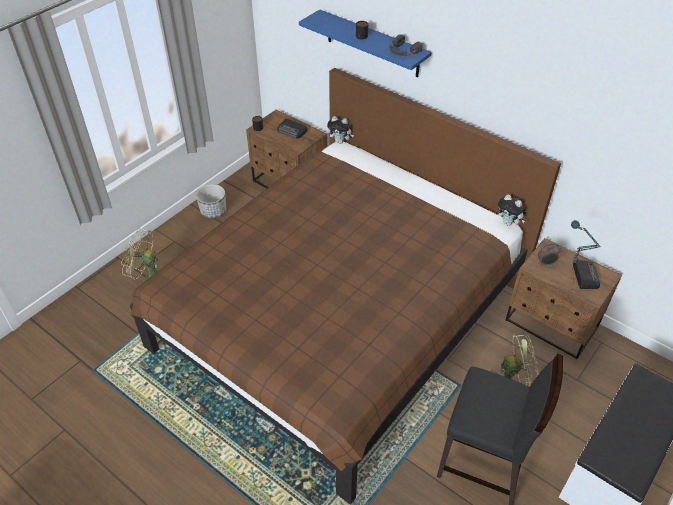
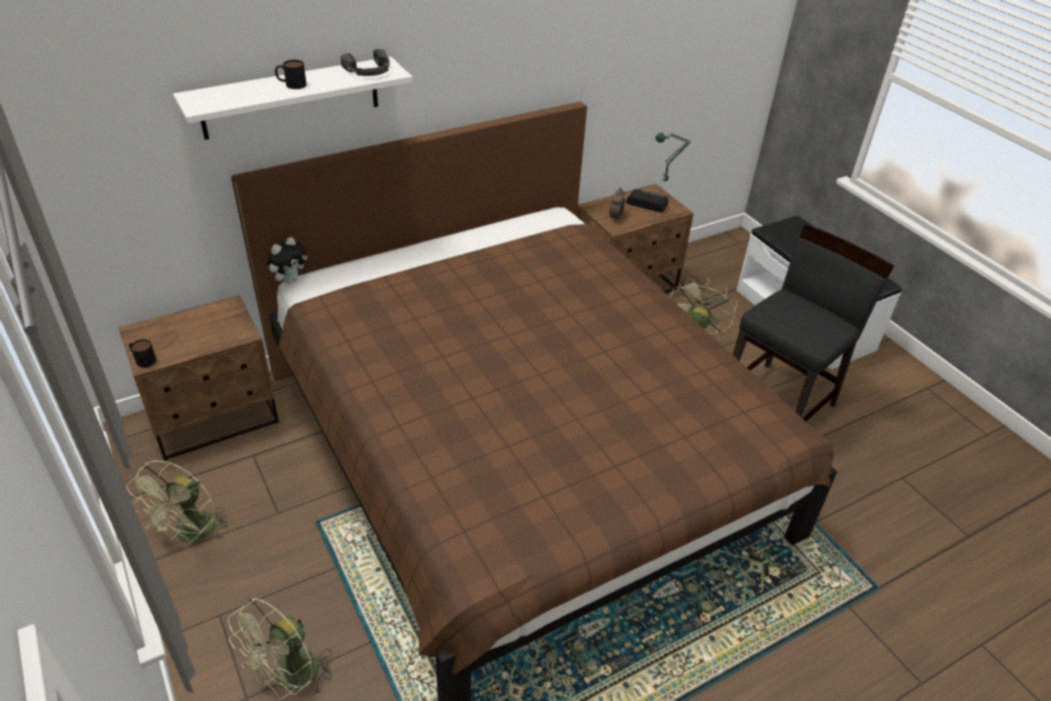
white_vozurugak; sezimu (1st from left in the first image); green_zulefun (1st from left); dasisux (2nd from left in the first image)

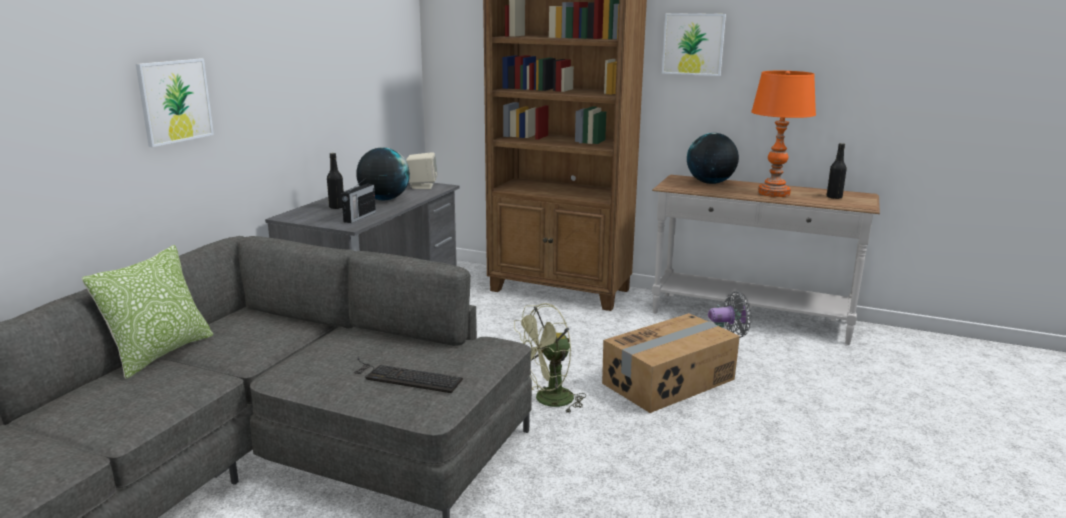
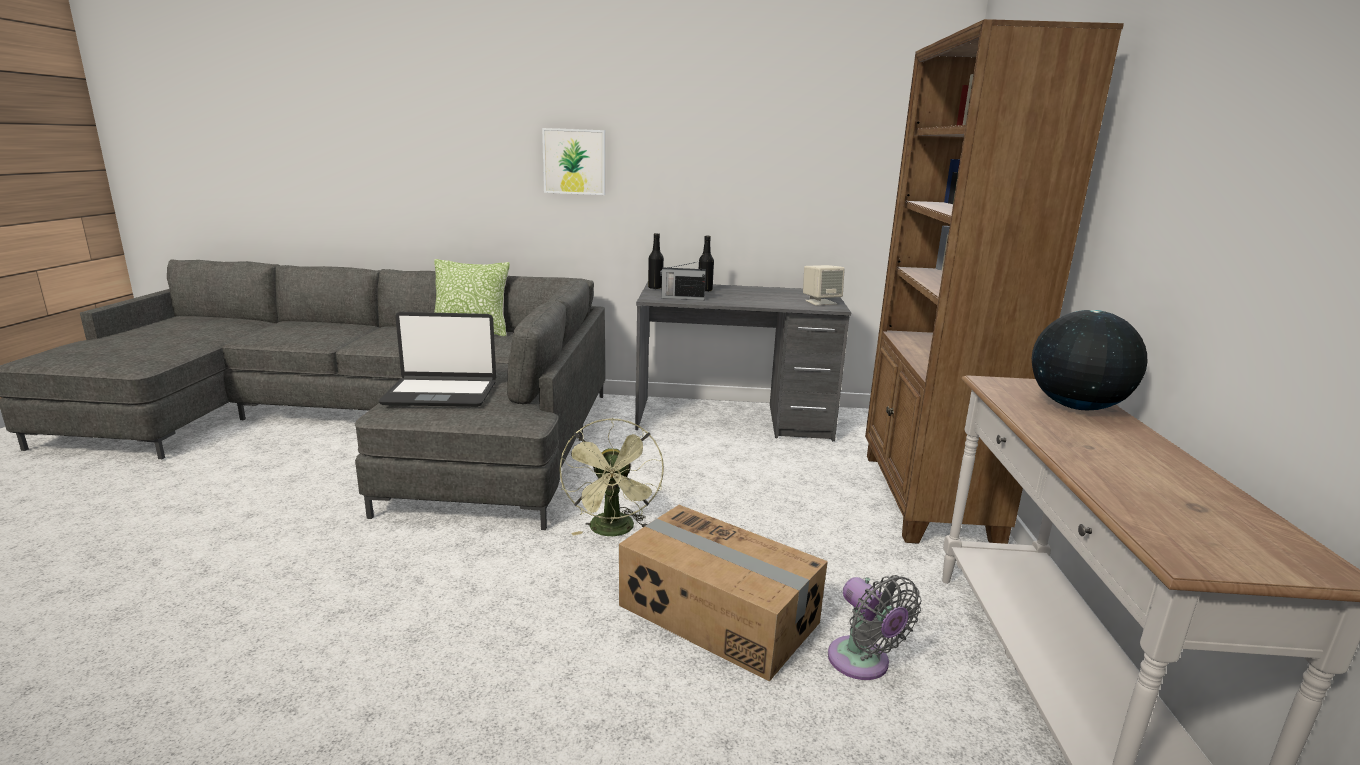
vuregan (2nd from left in the first image); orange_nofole; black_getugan (1st from left); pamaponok (1st from left in the first image); green_zulefun; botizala

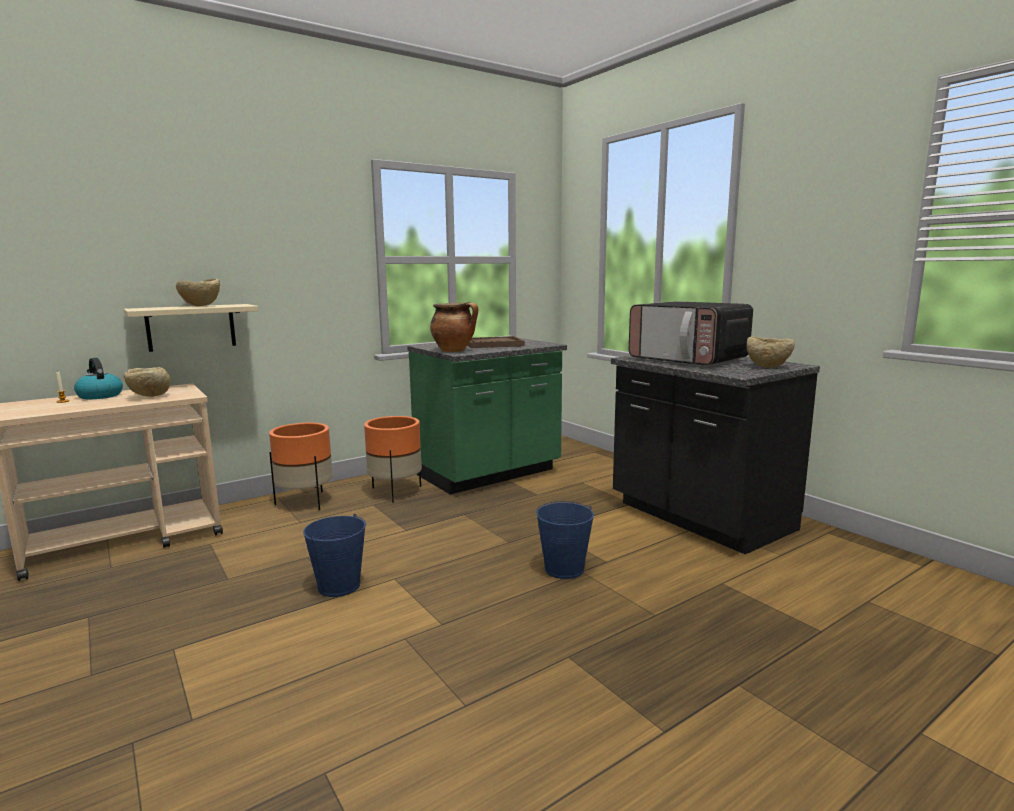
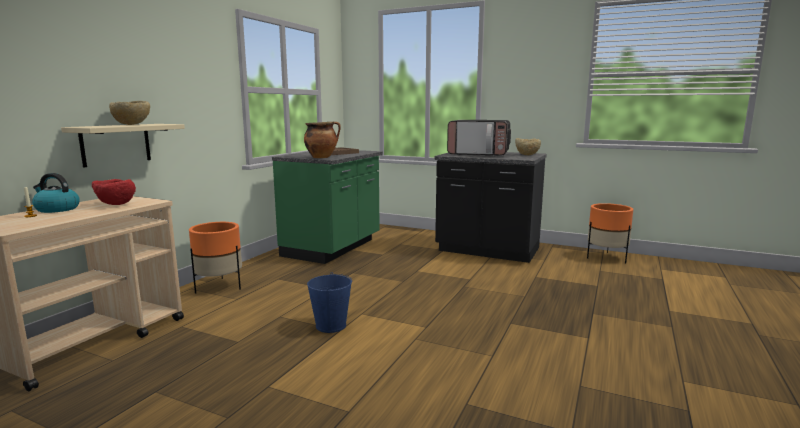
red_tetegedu; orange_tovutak (2nd from left); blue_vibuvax (2nd from left in the first image)

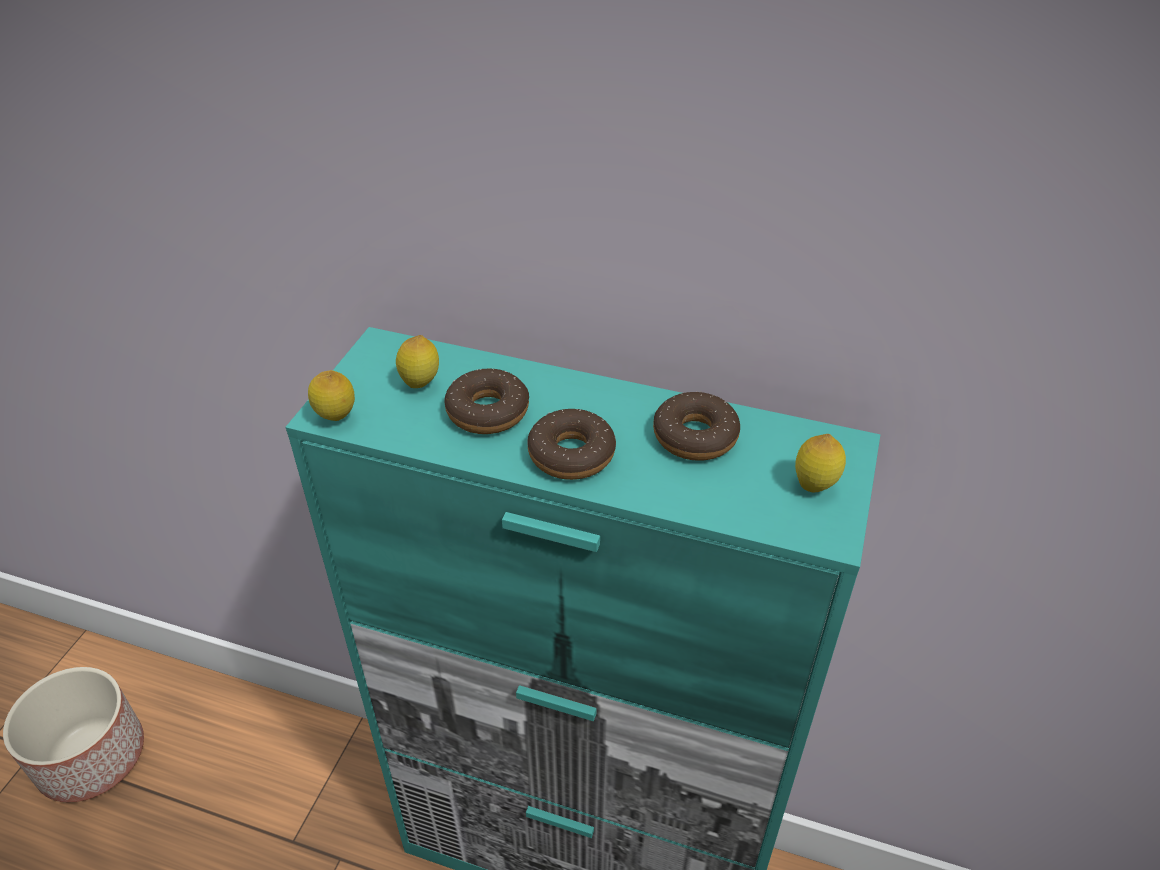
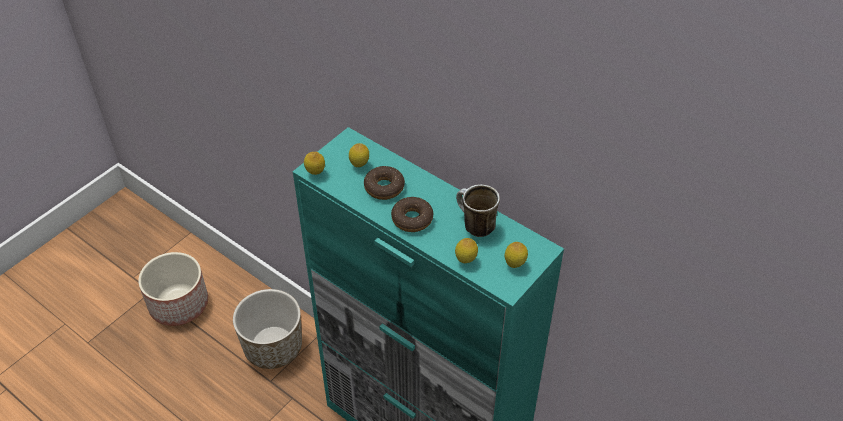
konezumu; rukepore (3rd from left); tovutak (2nd from left)

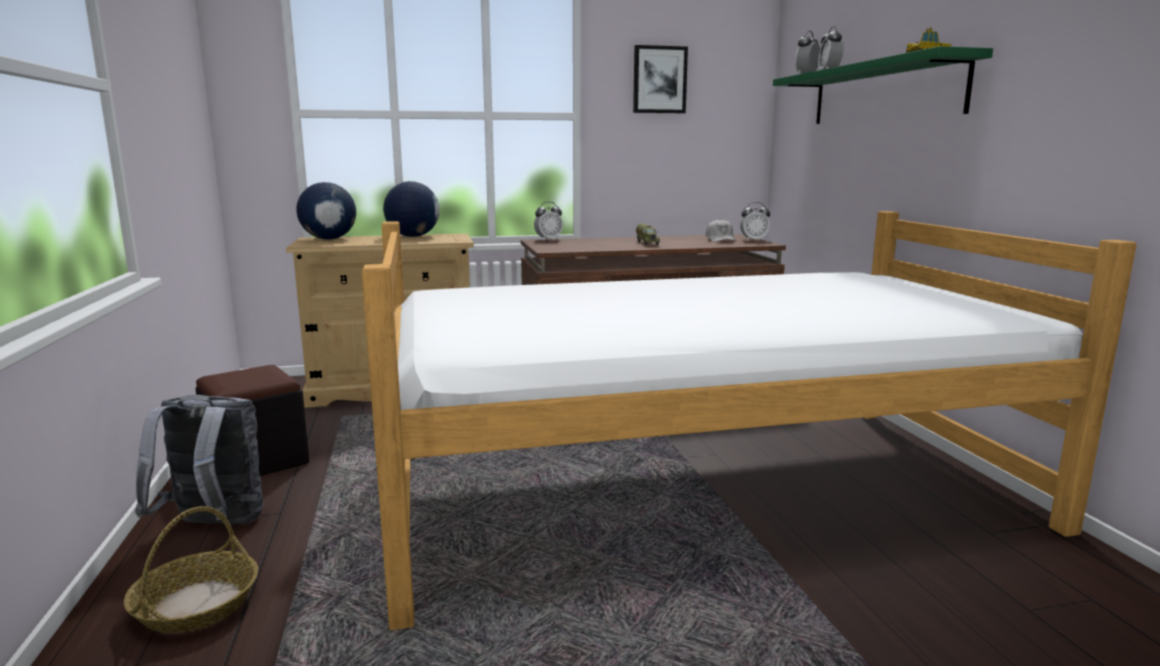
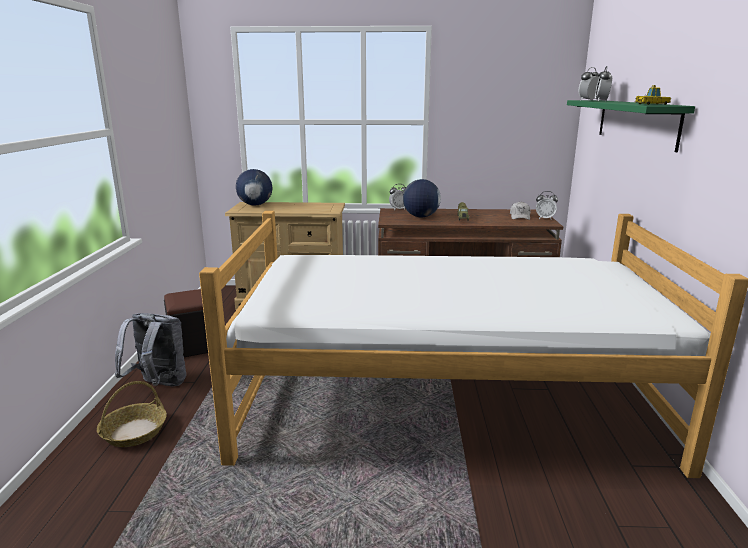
vuregan; pamaponok (2nd from left)

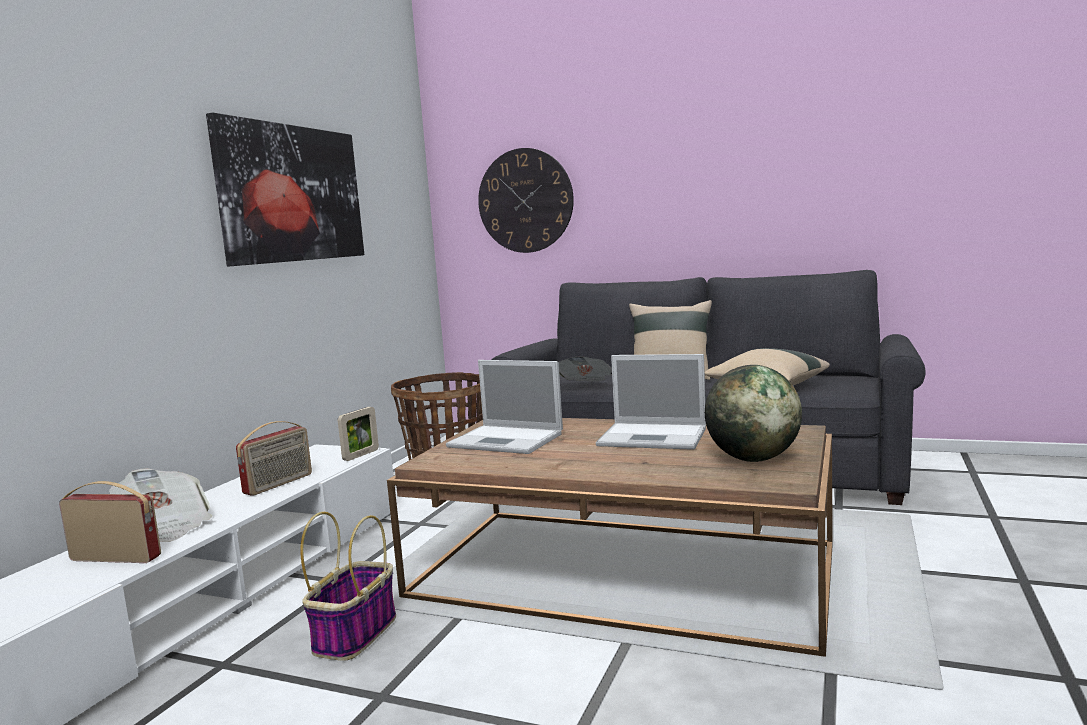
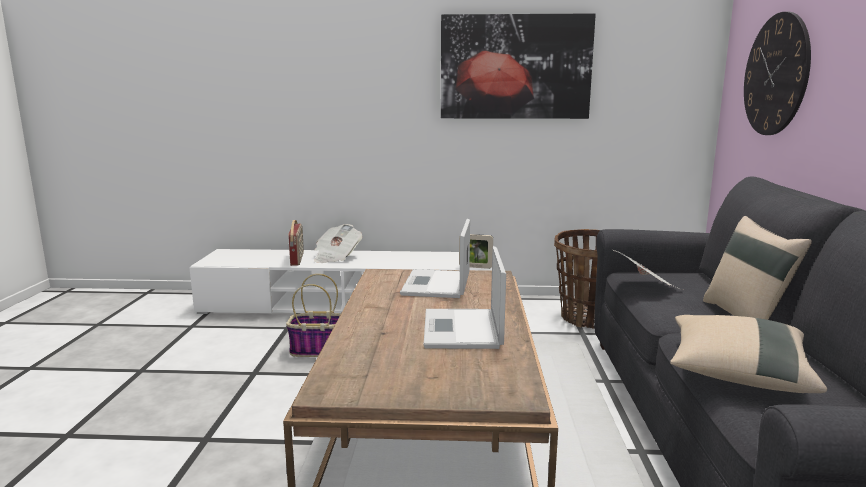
pamaponok; sezimu (2nd from left in the first image)

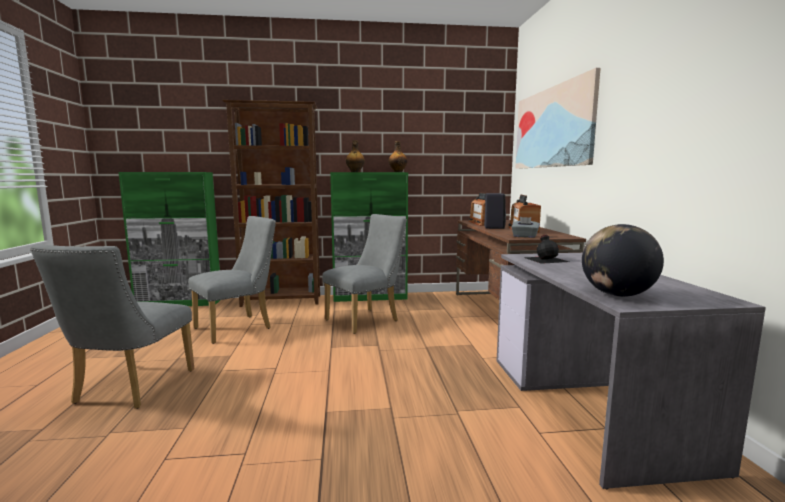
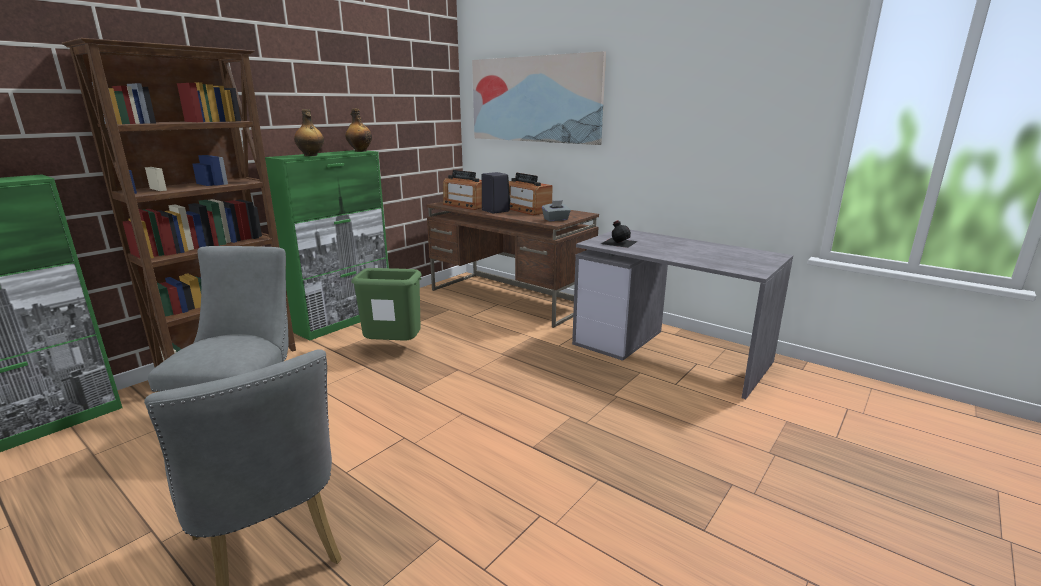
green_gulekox; pamaponok

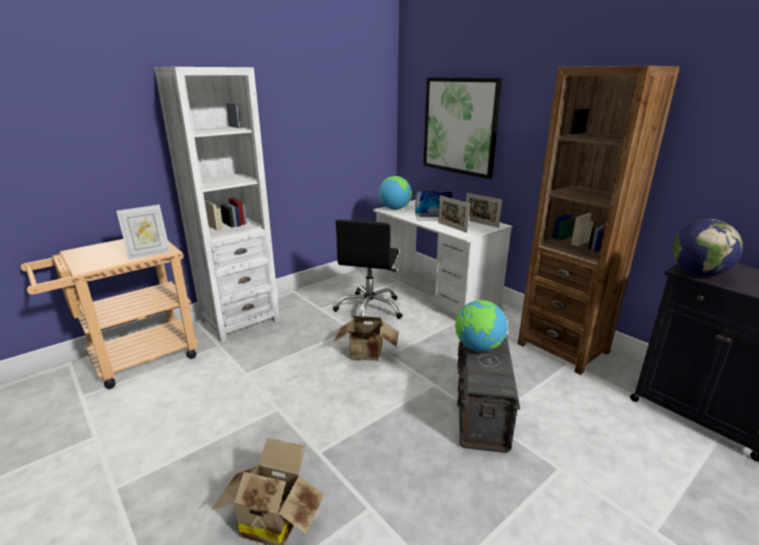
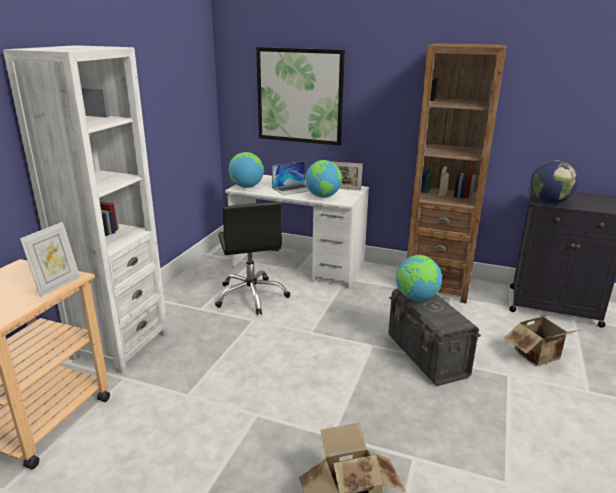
pamaponok (2nd from left); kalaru (2nd from left)

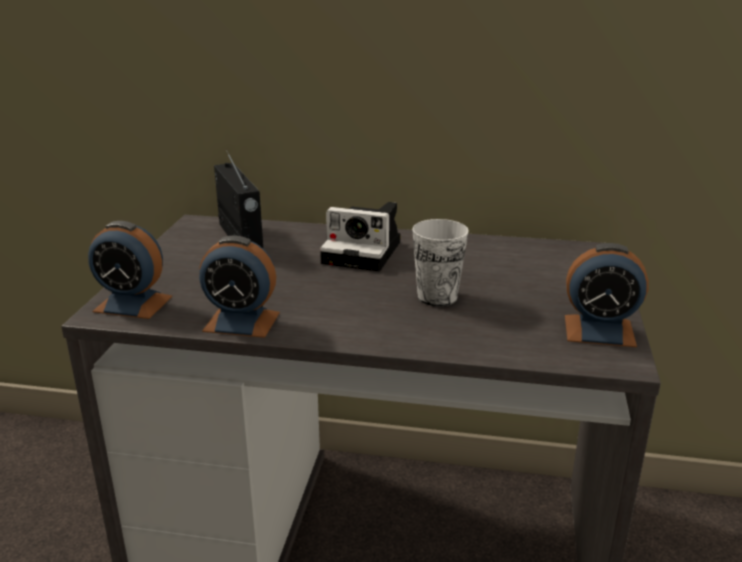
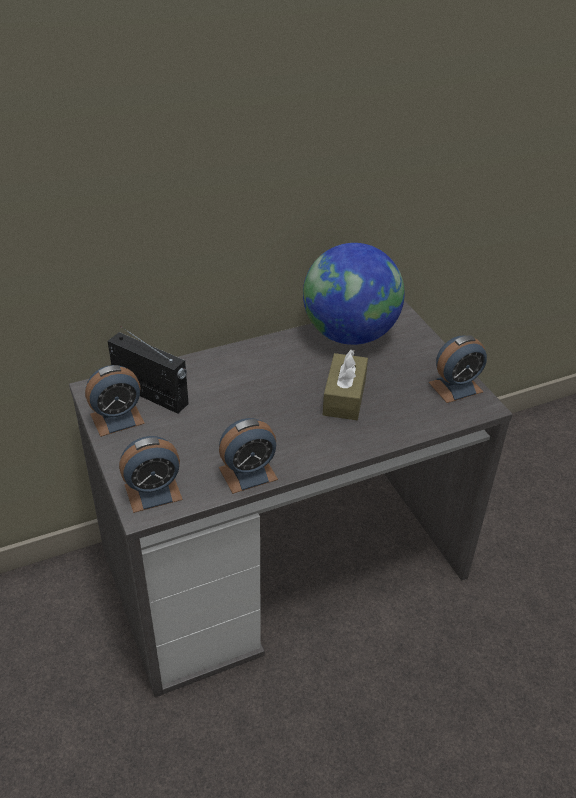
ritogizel; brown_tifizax; pamaponok; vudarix (1st from left)

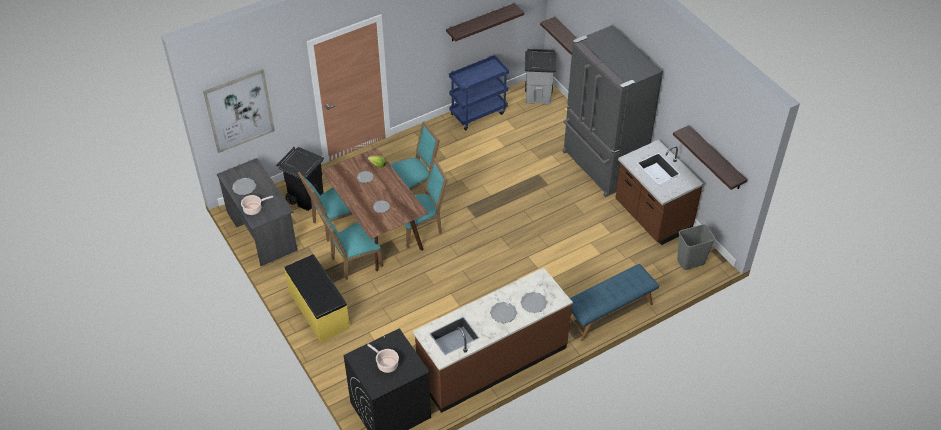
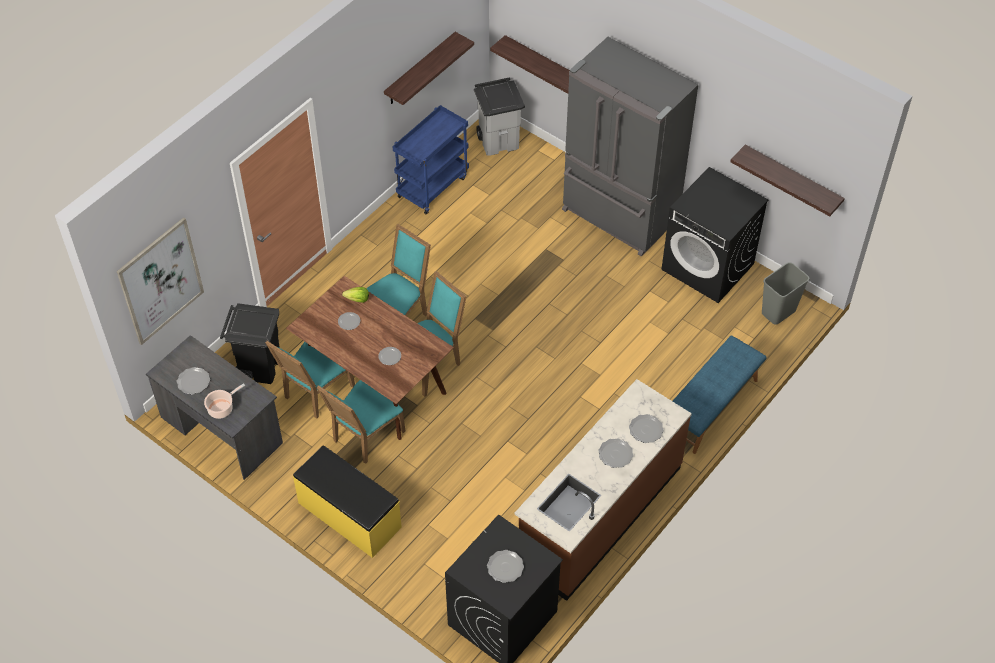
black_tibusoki (2nd from left); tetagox (4th from left)

